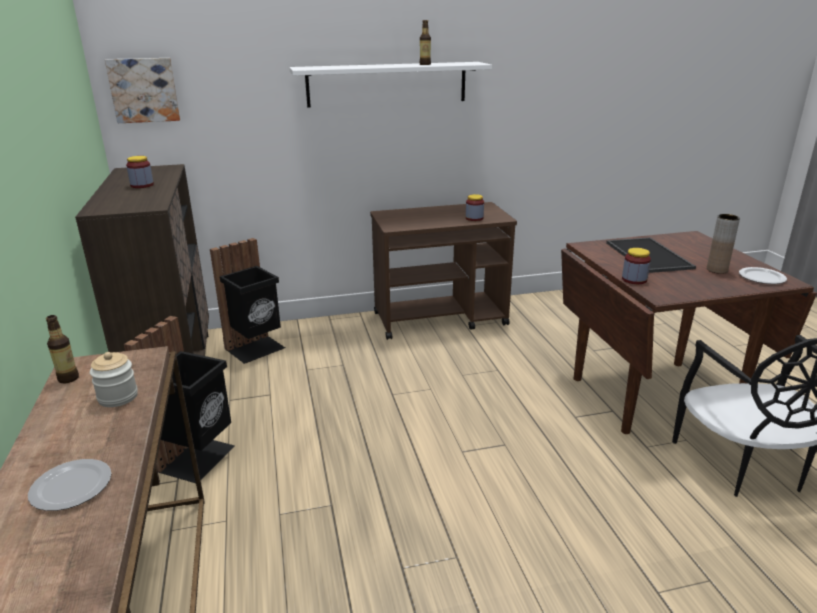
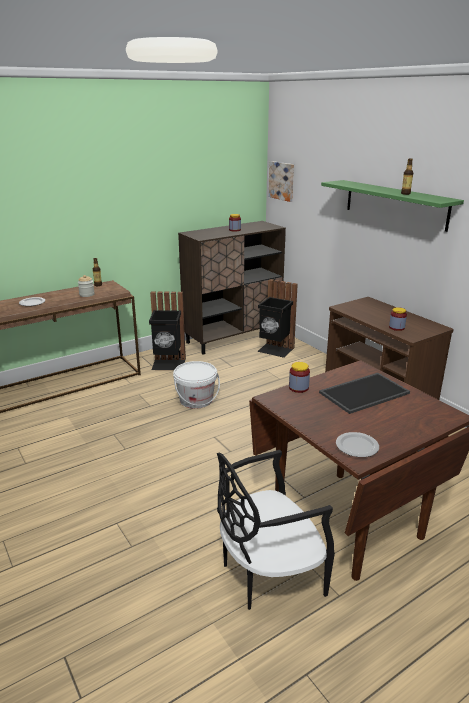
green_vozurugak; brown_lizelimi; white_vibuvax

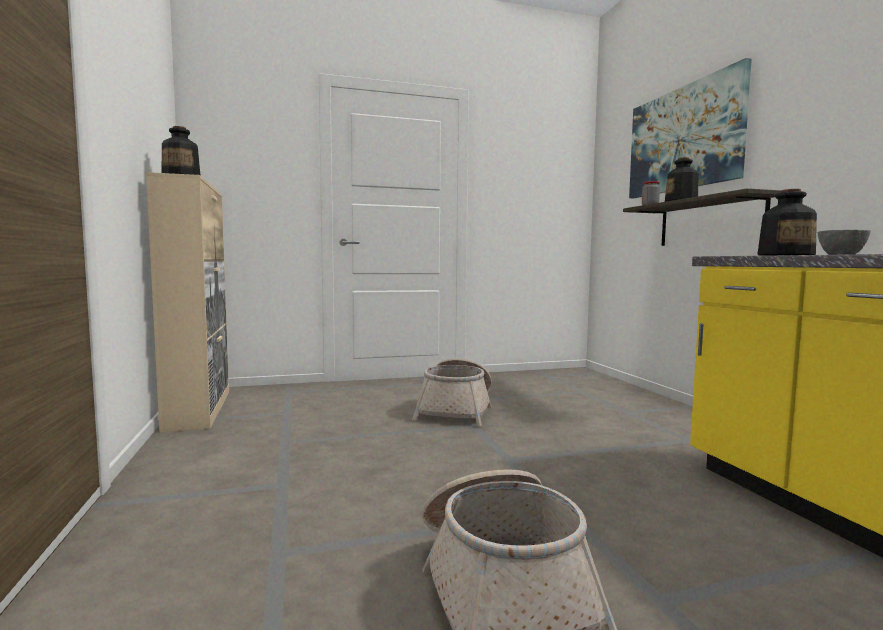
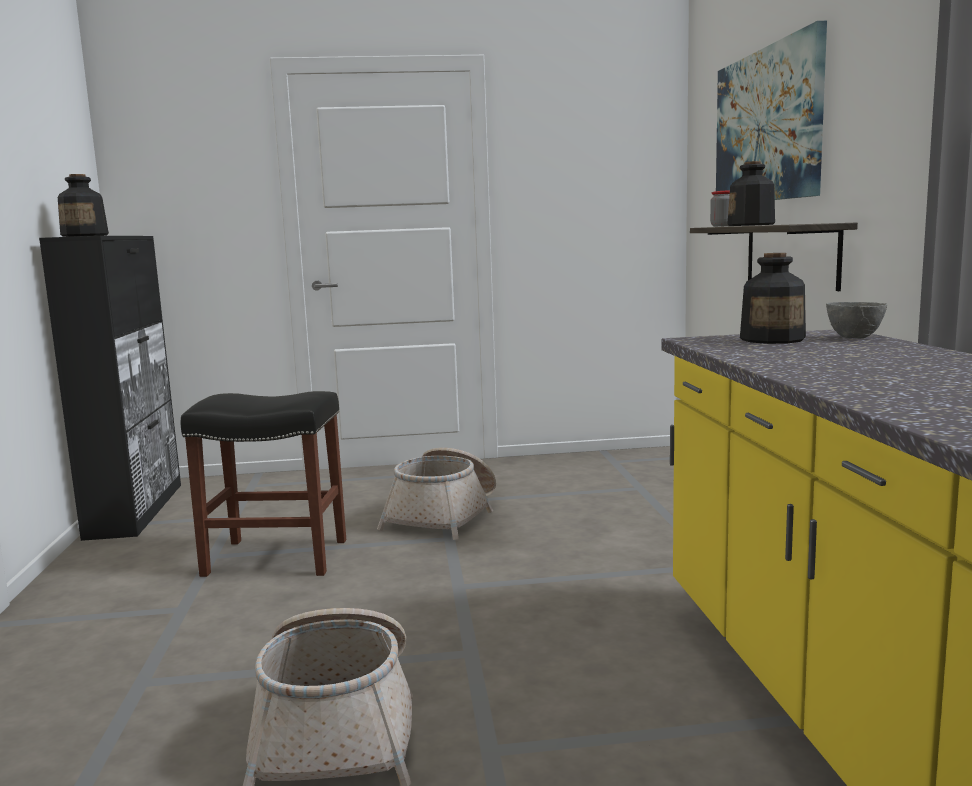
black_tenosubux; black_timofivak

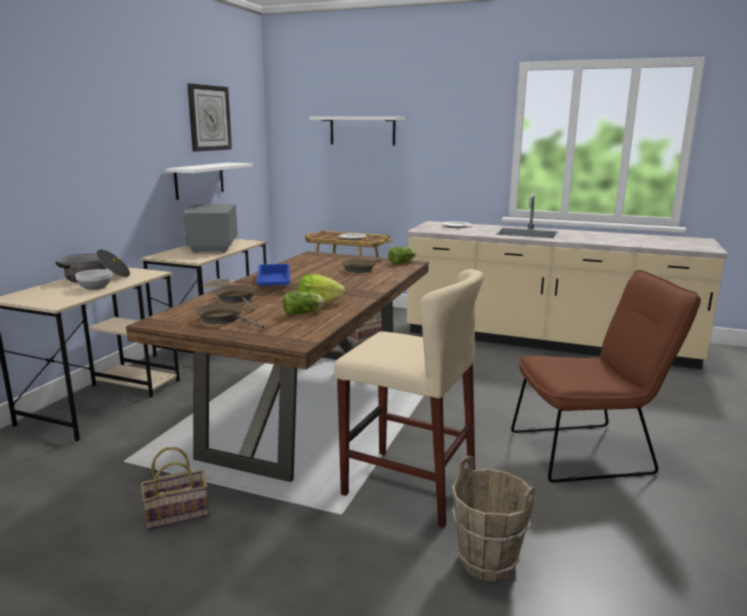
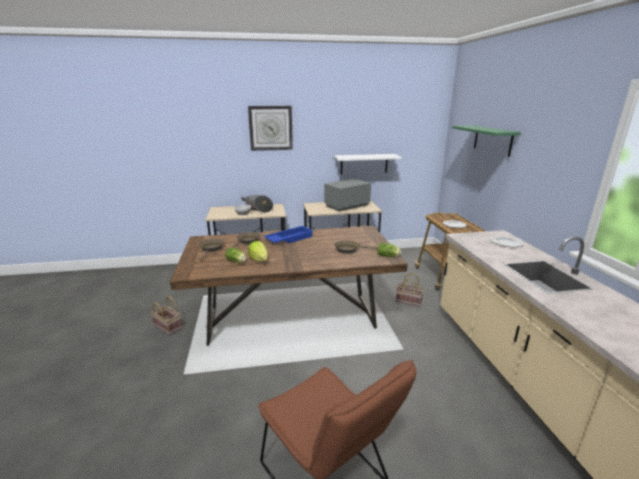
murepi; green_vozurugak; beige_timofivak; brown_vibuvax

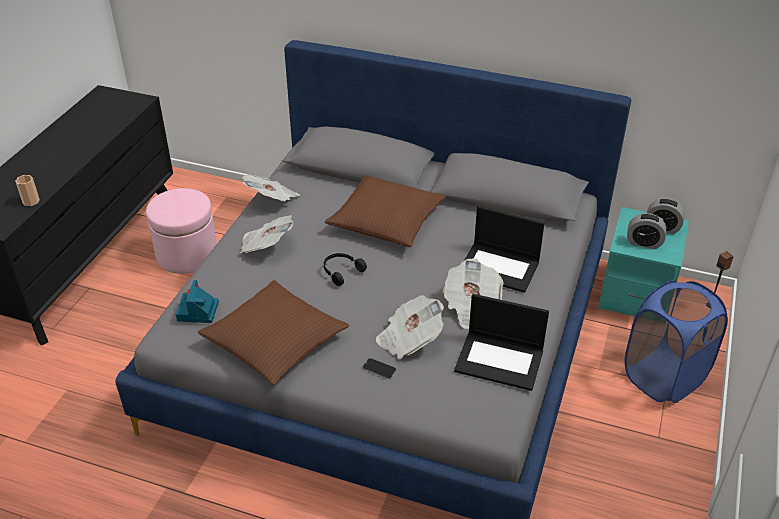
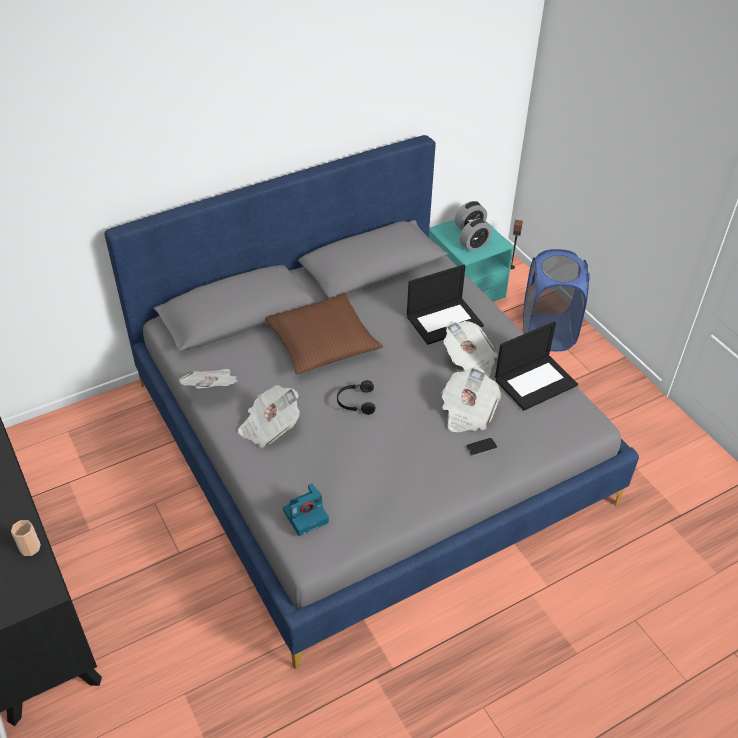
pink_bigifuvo; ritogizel; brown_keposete (1st from left in the first image)

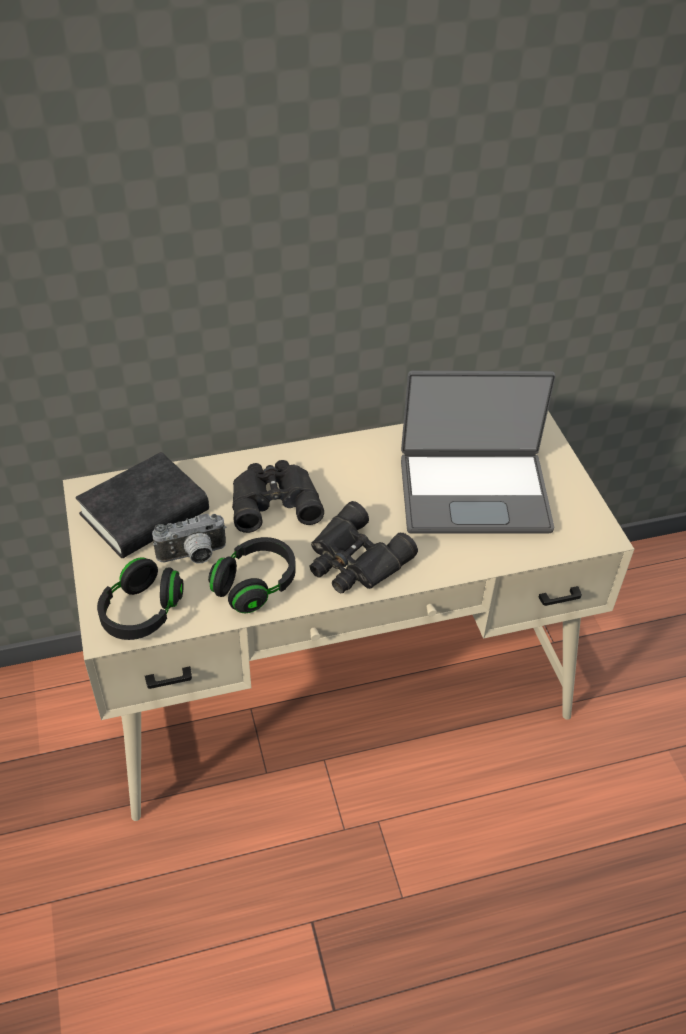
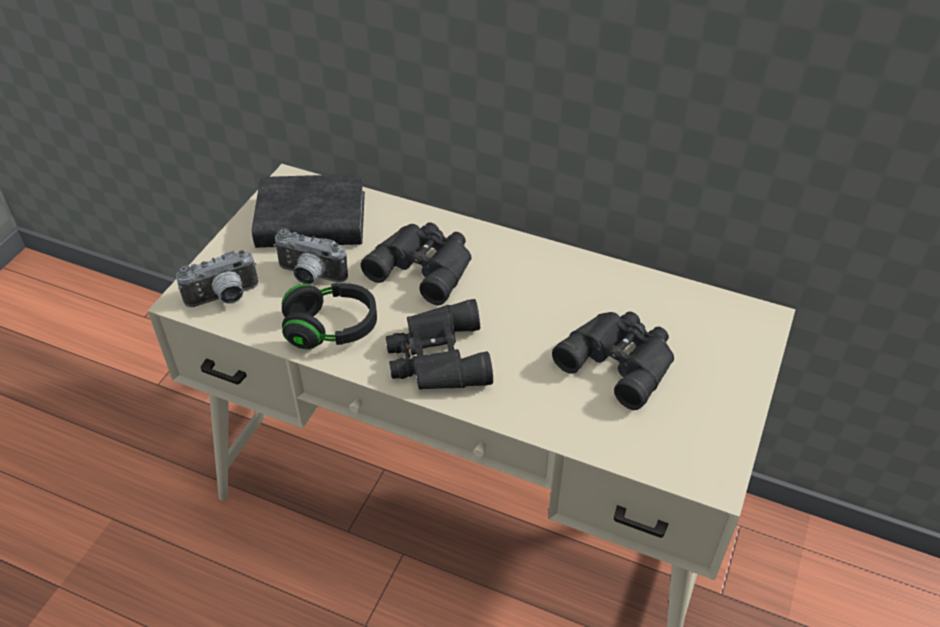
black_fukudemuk (3rd from left); ritogizel (1st from left)

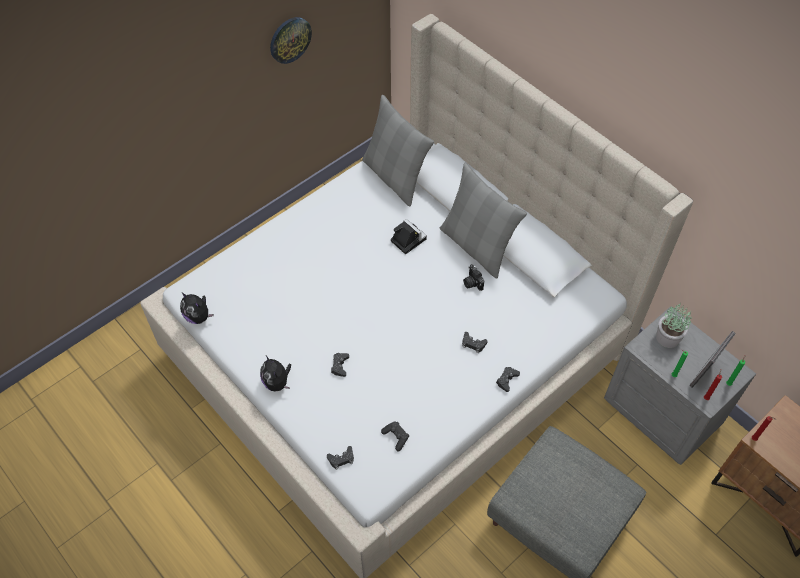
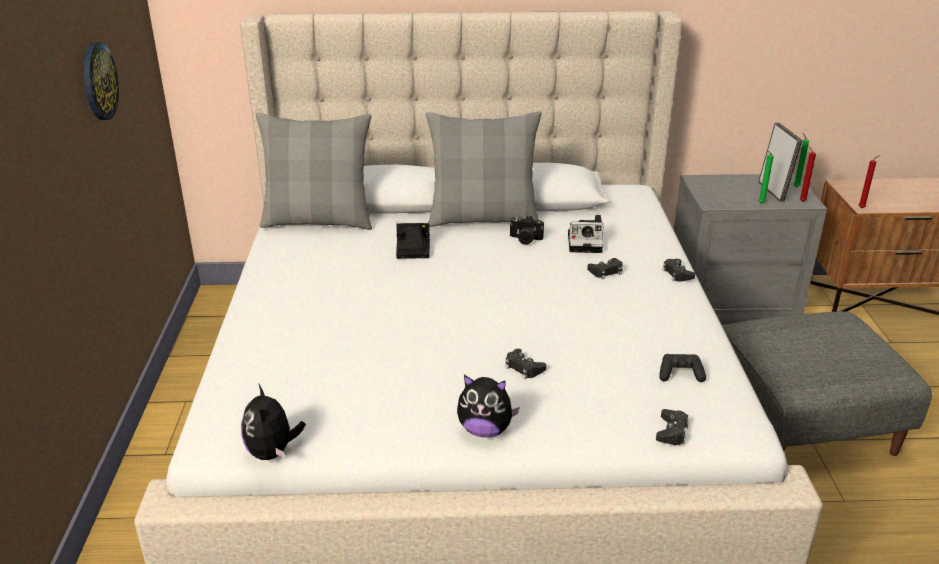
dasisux (1st from left); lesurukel; ritogizel (3rd from left)

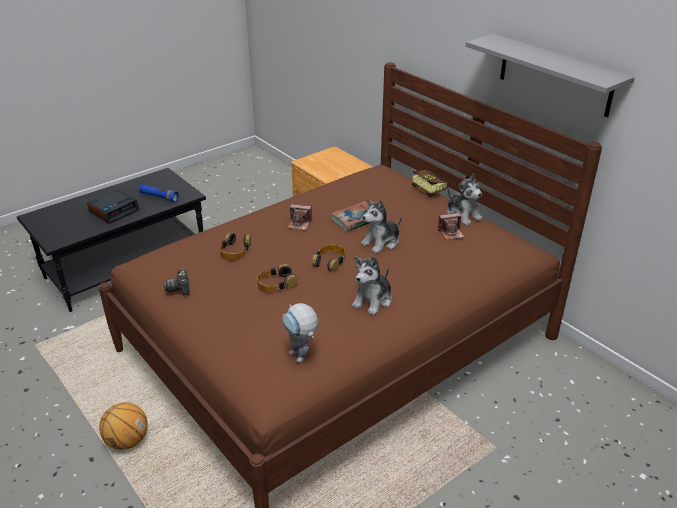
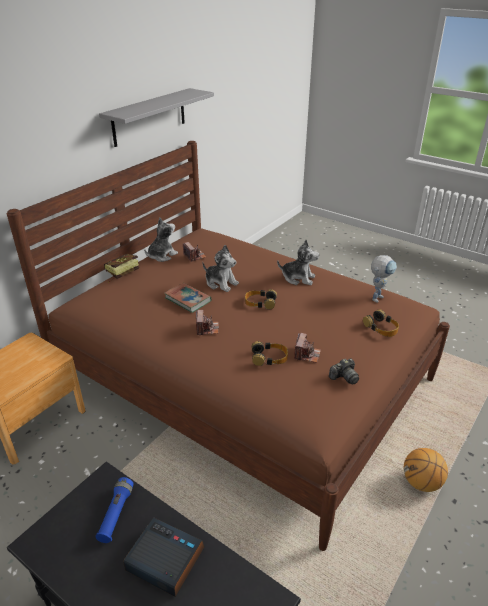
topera (3rd from left); ritogizel (3rd from left)

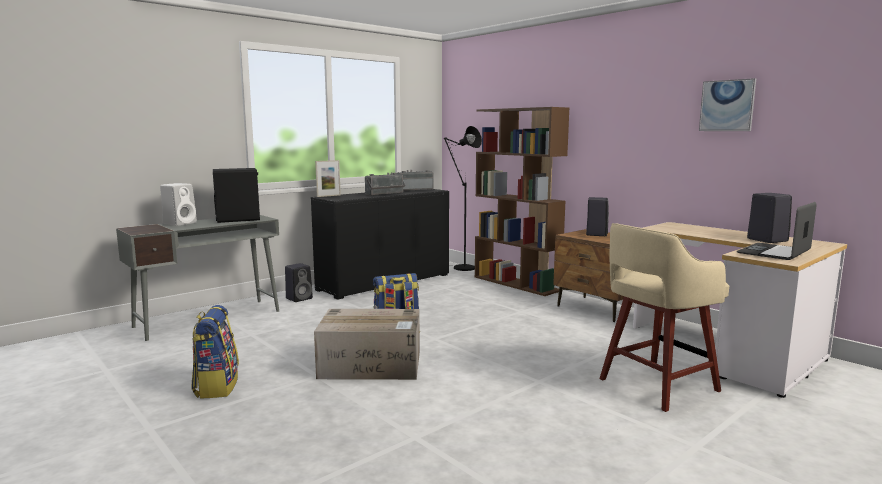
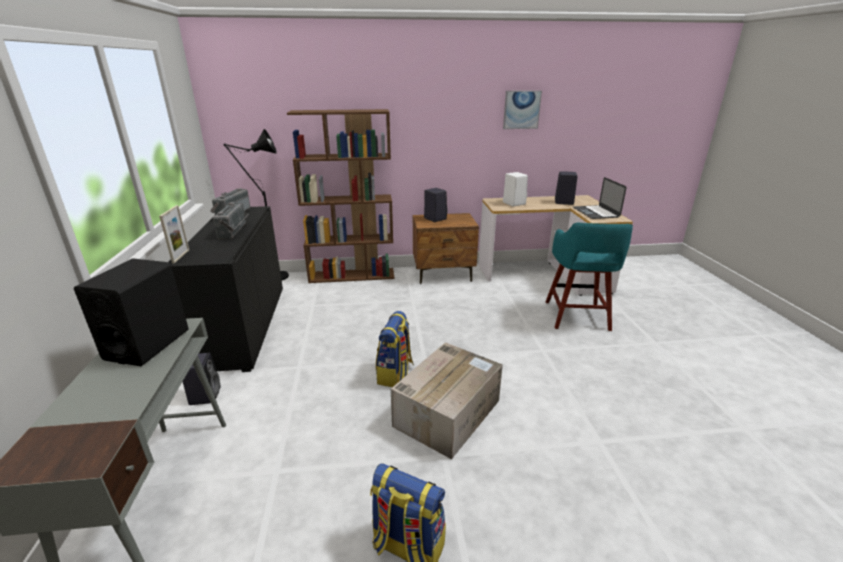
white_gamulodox; turquoise_timofivak

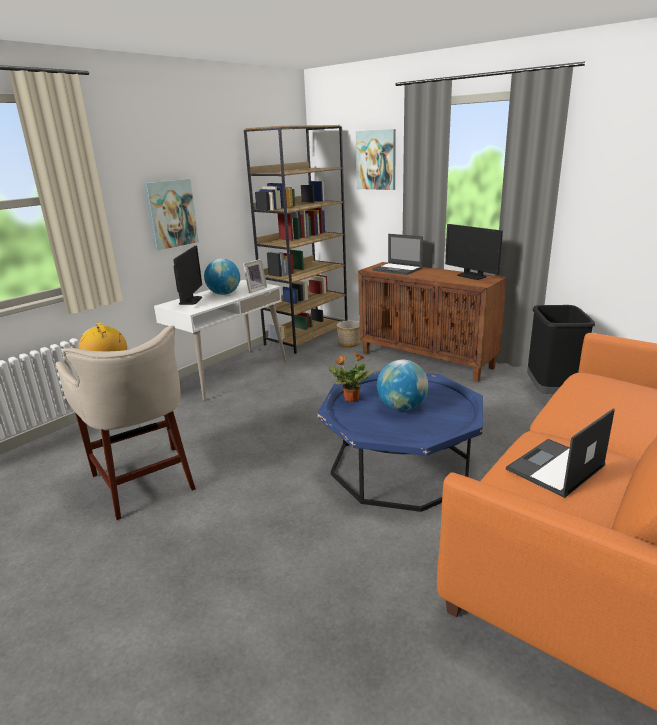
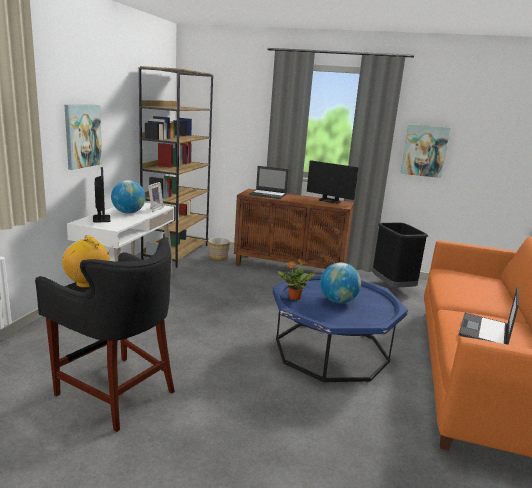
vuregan (2nd from left); black_timofivak

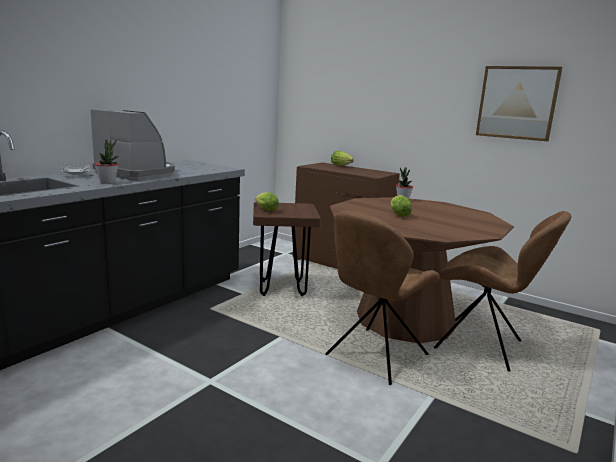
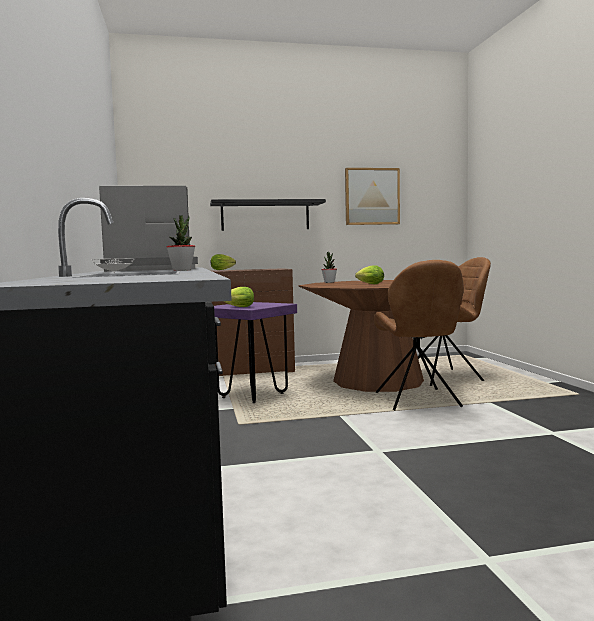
purple_timofivak; black_vozurugak

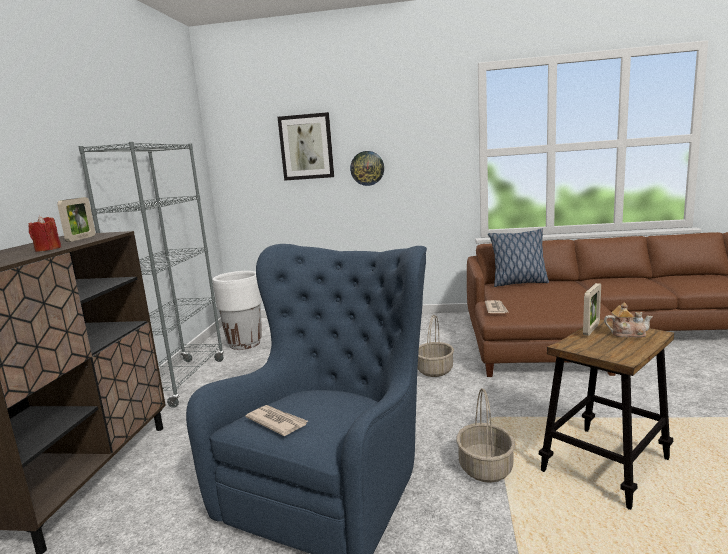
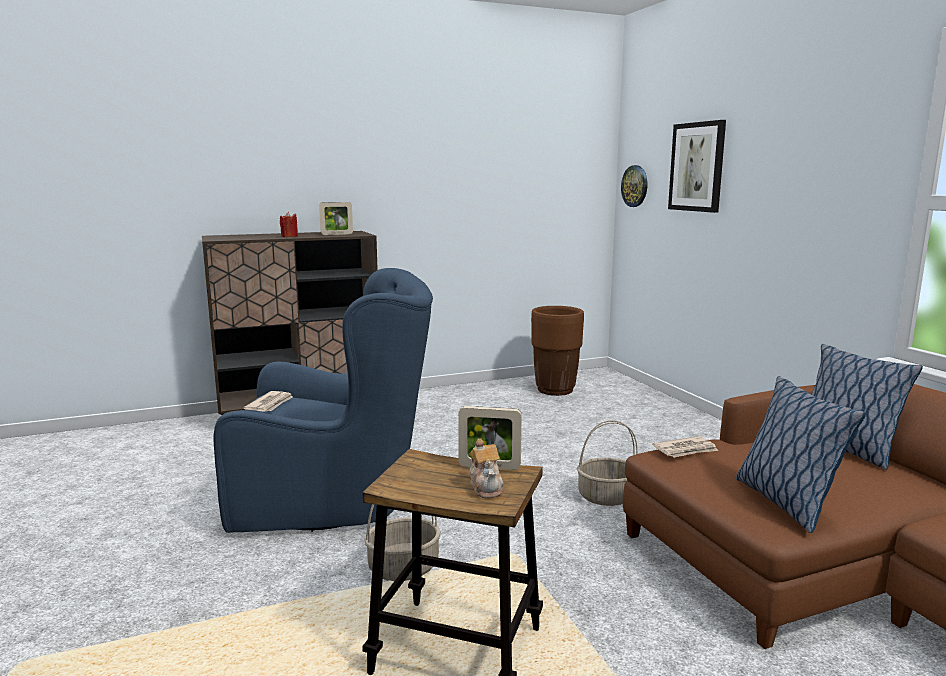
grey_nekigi; murepi; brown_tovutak; keposete (1st from left)

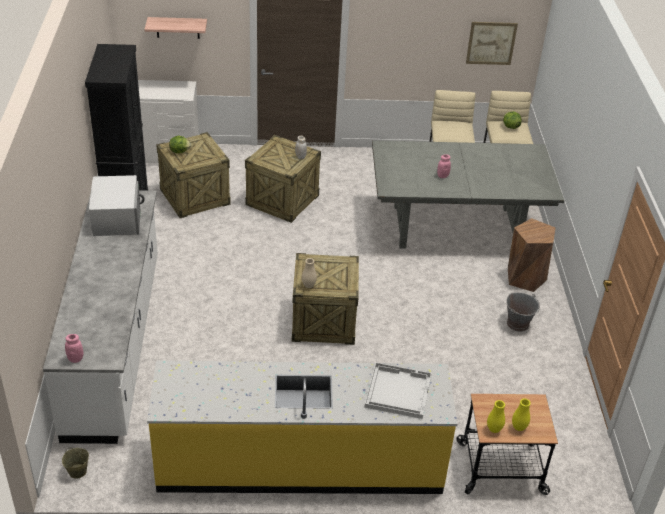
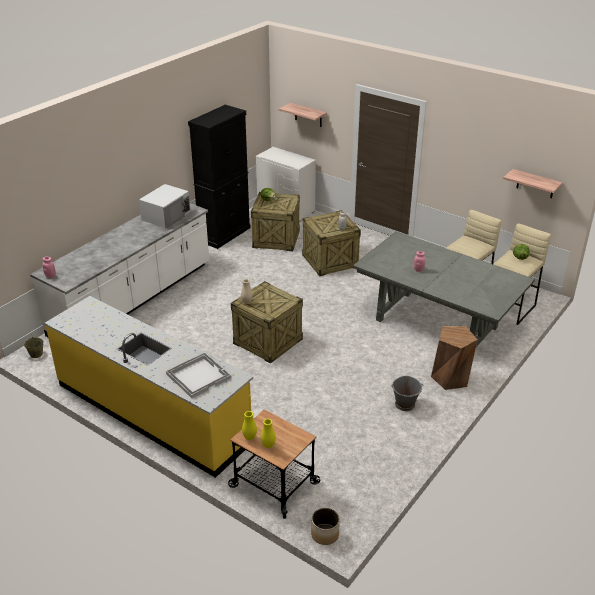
vozurugak (2nd from left); tovutak

